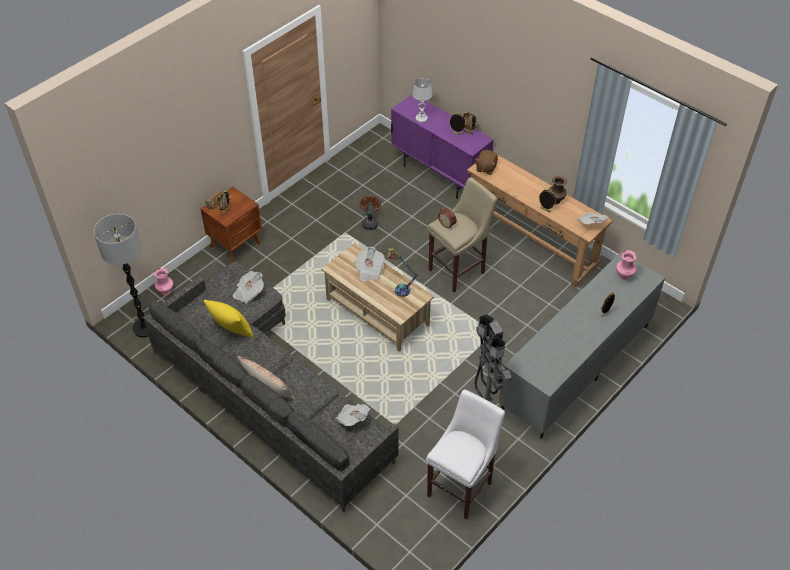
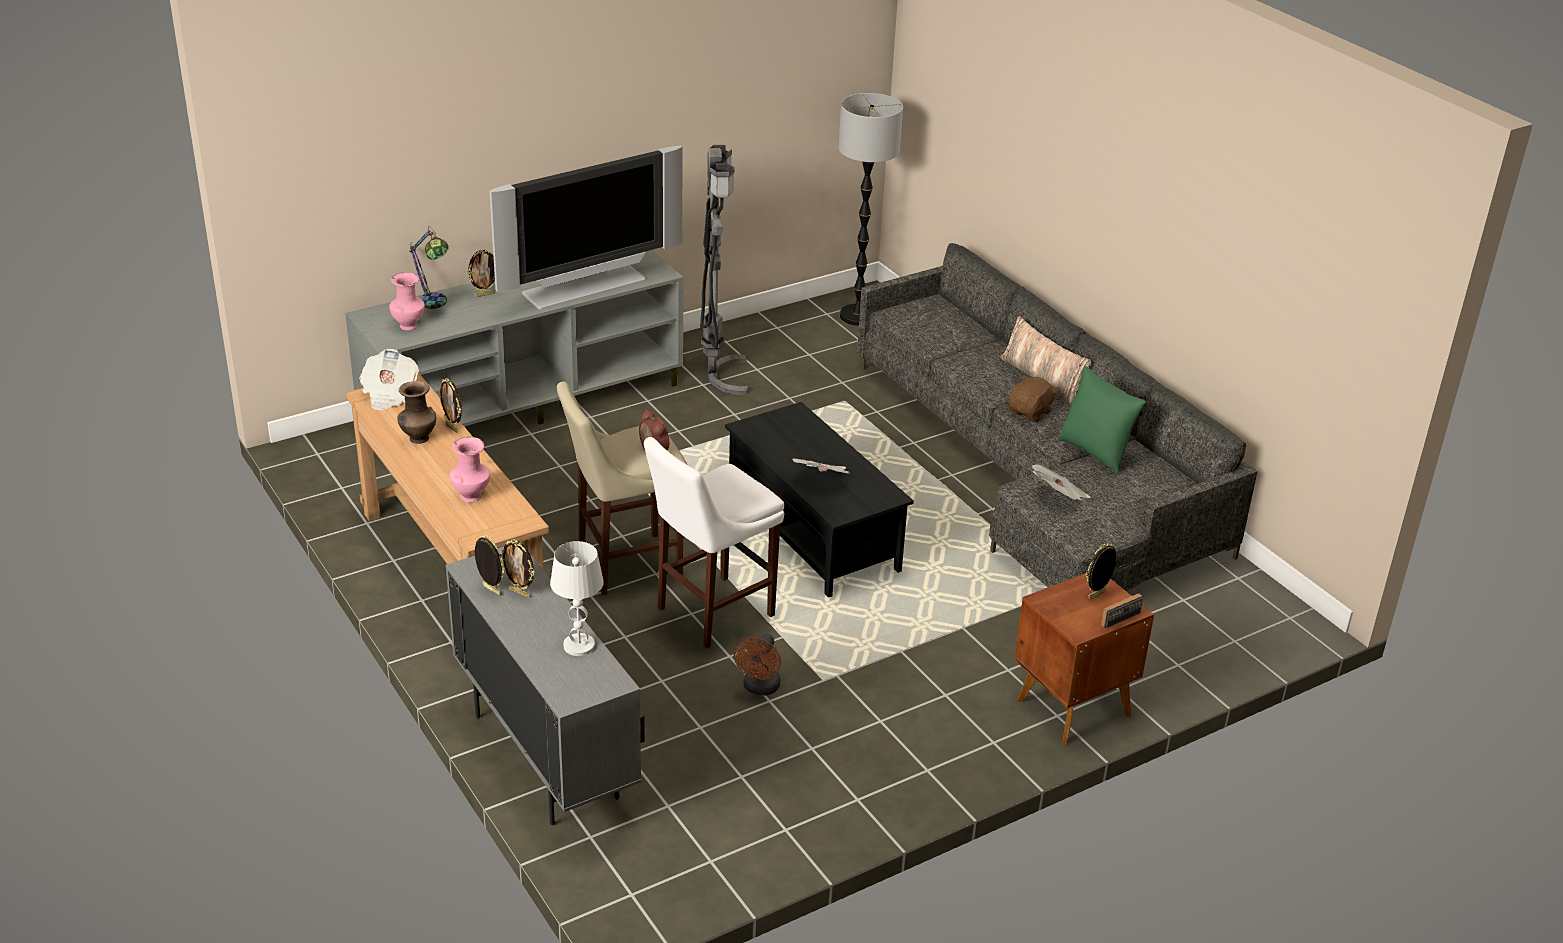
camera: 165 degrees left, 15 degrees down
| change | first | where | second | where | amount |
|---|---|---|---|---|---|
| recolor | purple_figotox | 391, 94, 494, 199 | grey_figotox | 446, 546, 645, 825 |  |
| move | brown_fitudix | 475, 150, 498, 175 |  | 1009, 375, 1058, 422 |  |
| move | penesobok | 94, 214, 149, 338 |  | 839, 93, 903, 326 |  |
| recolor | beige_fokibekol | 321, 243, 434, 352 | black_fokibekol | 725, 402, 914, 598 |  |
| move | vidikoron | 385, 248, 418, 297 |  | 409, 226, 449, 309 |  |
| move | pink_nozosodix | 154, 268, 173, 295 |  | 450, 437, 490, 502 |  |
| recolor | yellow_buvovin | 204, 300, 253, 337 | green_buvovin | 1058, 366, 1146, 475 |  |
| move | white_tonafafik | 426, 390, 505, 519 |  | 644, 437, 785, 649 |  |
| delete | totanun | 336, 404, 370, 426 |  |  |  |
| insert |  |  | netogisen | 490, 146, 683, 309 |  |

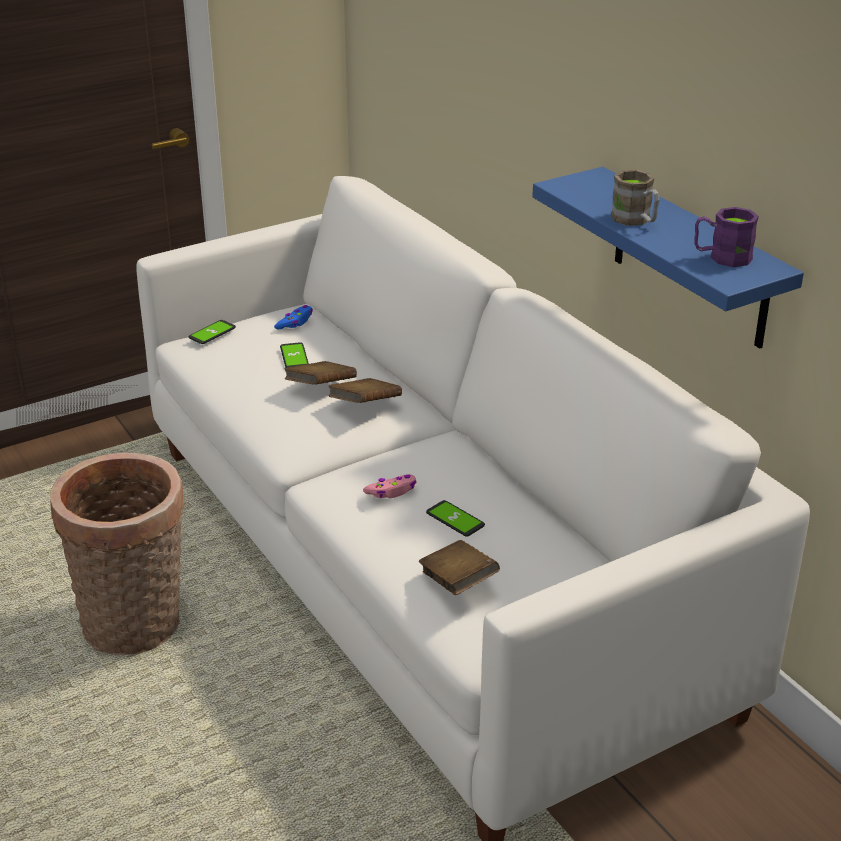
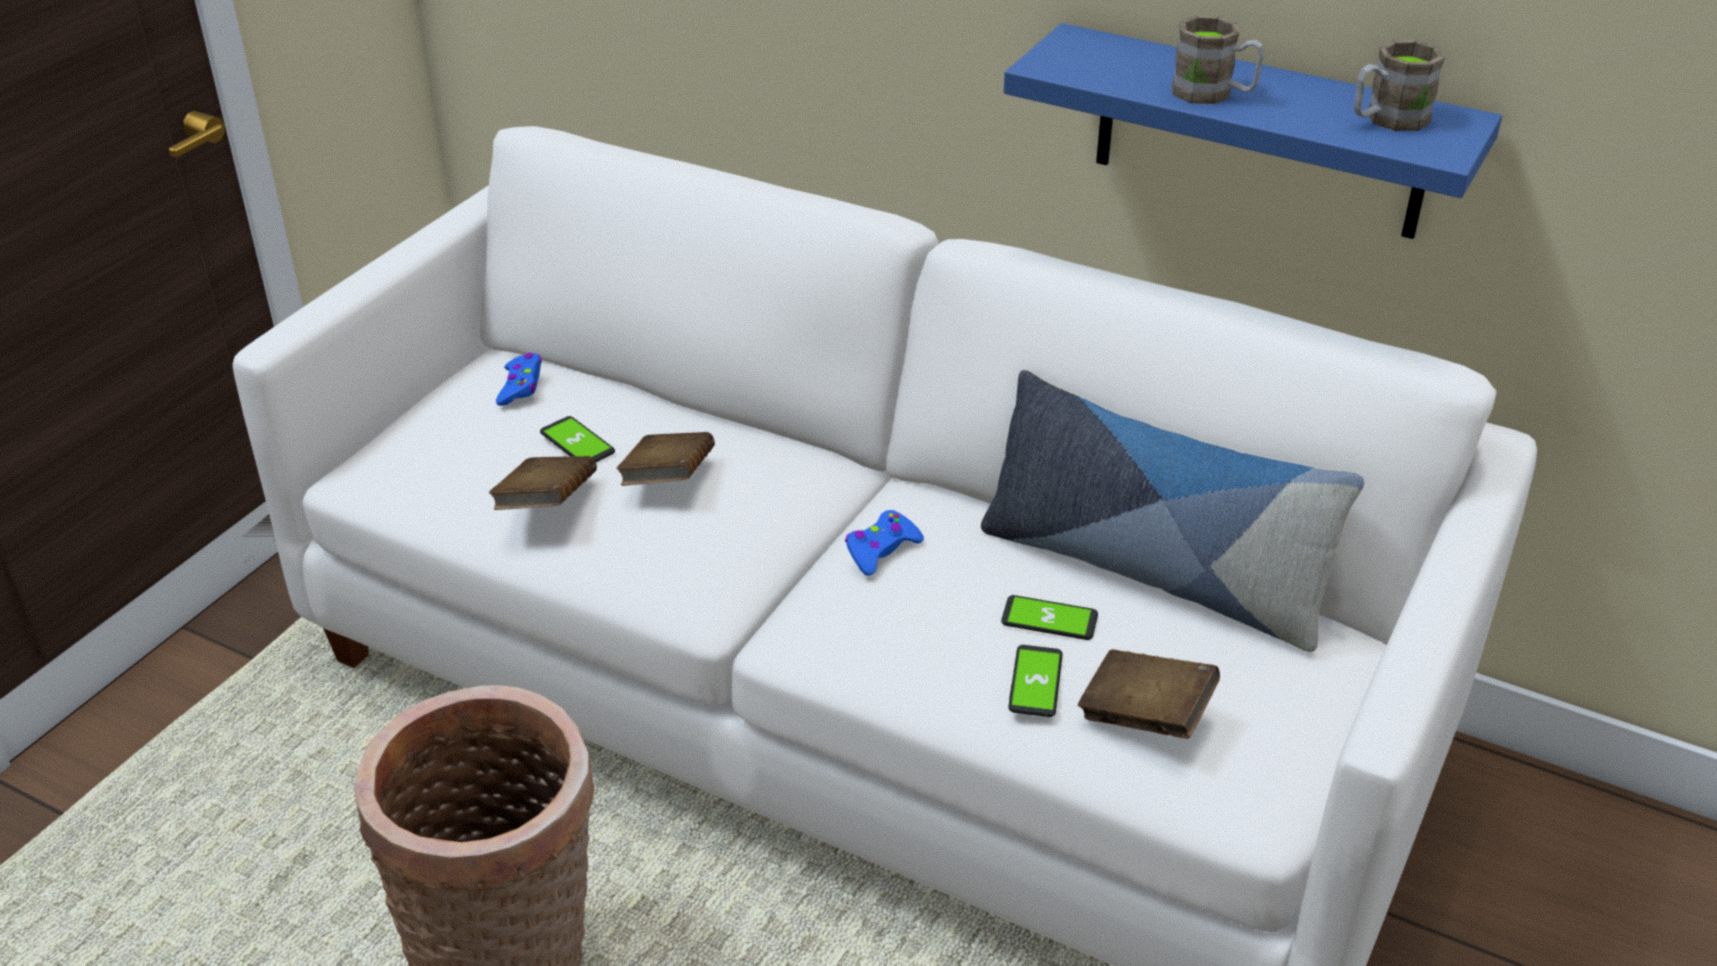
camera: 30 degrees left, 5 degrees up
| change | first | where | second | where | amount |
|---|---|---|---|---|---|
| recolor | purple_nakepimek | 694, 207, 759, 267 | brown_nakepimek | 1354, 40, 1445, 131 |  |
| move | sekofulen | 188, 320, 236, 344 |  | 1008, 645, 1063, 717 |  |
| move | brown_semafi | 328, 378, 402, 403 |  | 489, 456, 597, 510 |  |
| delete | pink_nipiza | 363, 474, 416, 498 |  |  |  |
| insert |  |  | buvovin | 981, 370, 1364, 652 |  |
| insert |  |  | blue_nipiza | 845, 510, 924, 576 |  |

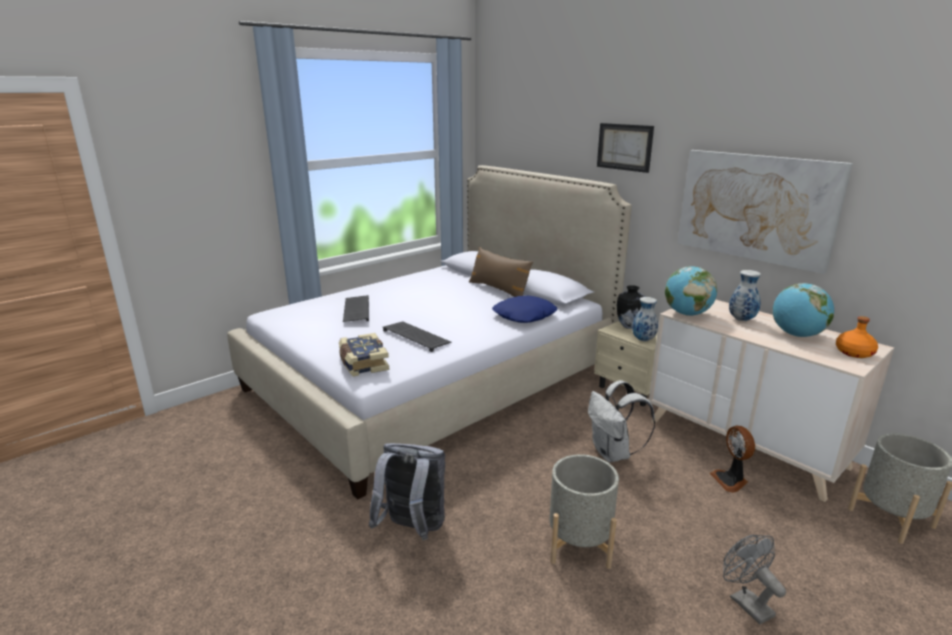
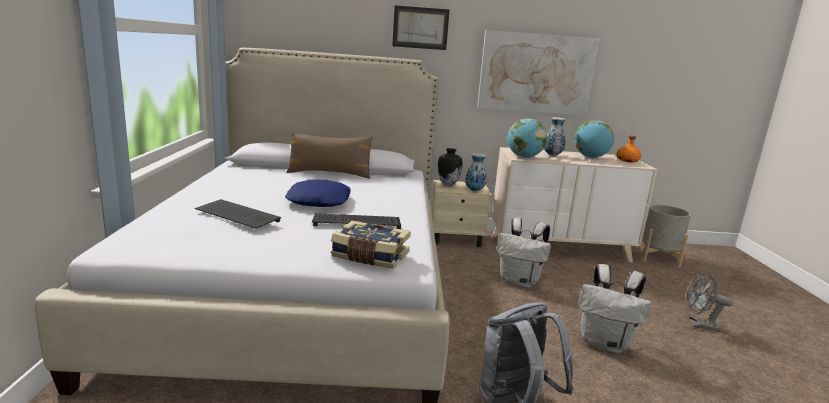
camera: 50 degrees left, 5 degrees down
| change | first | where | second | where | amount |
|---|---|---|---|---|---|
| move | blue_buvovin | 492, 296, 557, 323 |  | 285, 180, 351, 207 |  |
| delete | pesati | 710, 426, 755, 493 |  |  |  |
| replace | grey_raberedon | 549, 454, 619, 569 | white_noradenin | 579, 264, 651, 353 |  |

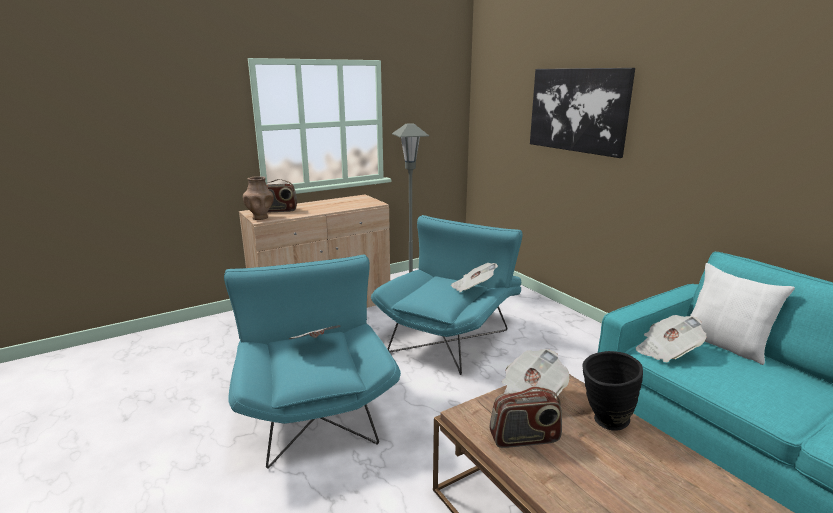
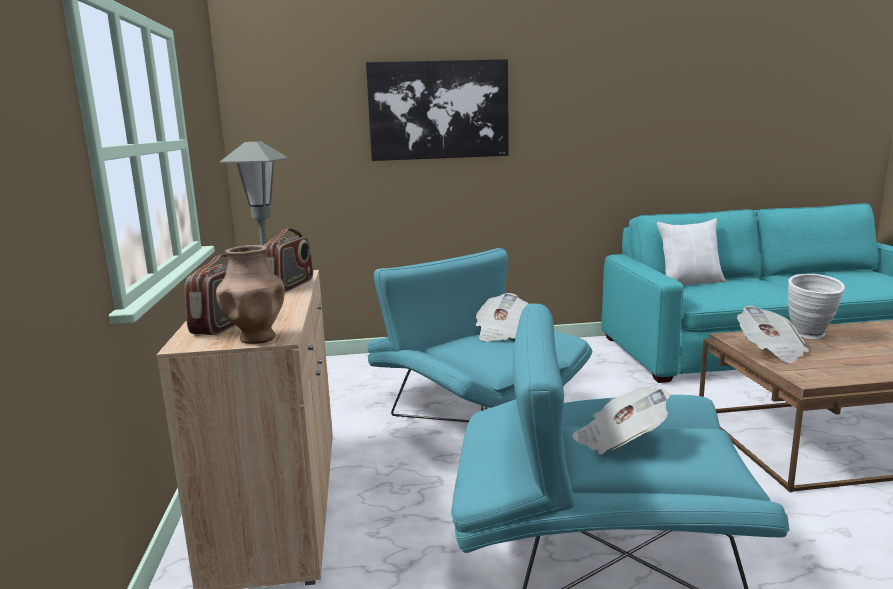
camera: 65 degrees left, 5 degrees down
| change | first | where | second | where | amount |
|---|---|---|---|---|---|
| delete | totanun | 636, 315, 706, 362 |  |  |  |
| recolor | black_nozosodix | 582, 351, 643, 431 | white_nozosodix | 788, 274, 845, 339 |  |
| move | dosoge | 490, 387, 562, 448 |  | 263, 228, 313, 292 |  |

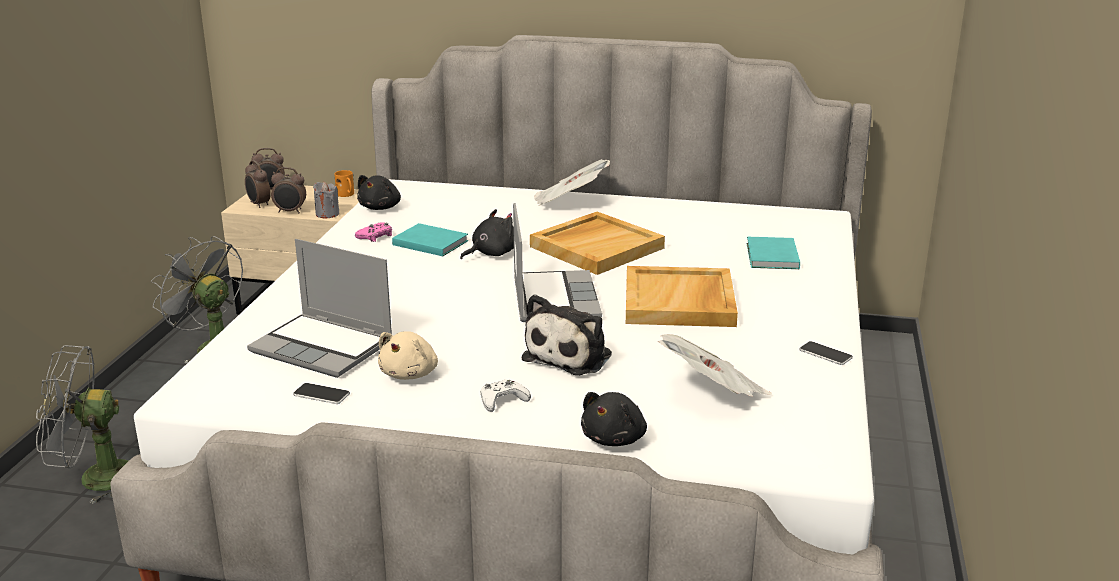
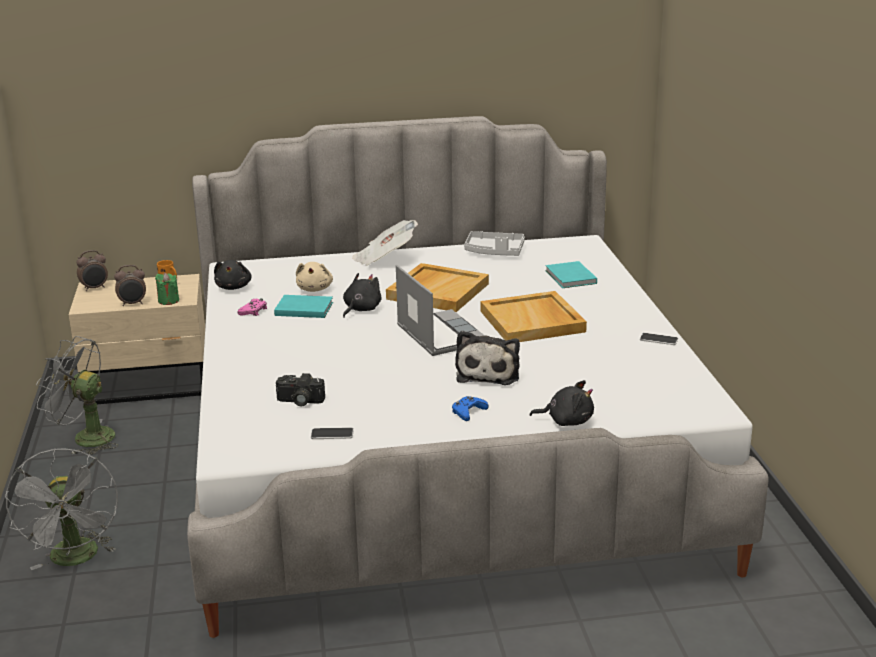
camera: 20 degrees left, 0 degrees up
| change | first | where | second | where | amount |
|---|---|---|---|---|---|
| delete | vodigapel | 245, 160, 271, 208 |  |  |  |
| recolor | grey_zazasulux | 313, 182, 339, 219 | green_zazasulux | 155, 273, 179, 305 |  |
| replace | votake | 247, 239, 392, 378 | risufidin | 276, 373, 325, 406 |  |
| move | beige_fitudix | 378, 331, 438, 380 |  | 296, 262, 333, 292 |  |
| delete | totanun | 658, 334, 772, 397 |  |  |  |
| rotate | grey_pesati | 36, 345, 128, 504 |  | 5, 448, 118, 570 | 75 degrees counterclockwise |
| recolor | white_nipiza | 481, 380, 531, 412 | blue_nipiza | 452, 396, 489, 421 |  |
| rotate | black_fitudix | 581, 392, 647, 446 |  | 530, 380, 594, 426 | 90 degrees counterclockwise |
| insert |  |  | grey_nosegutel | 464, 231, 525, 256 |  |

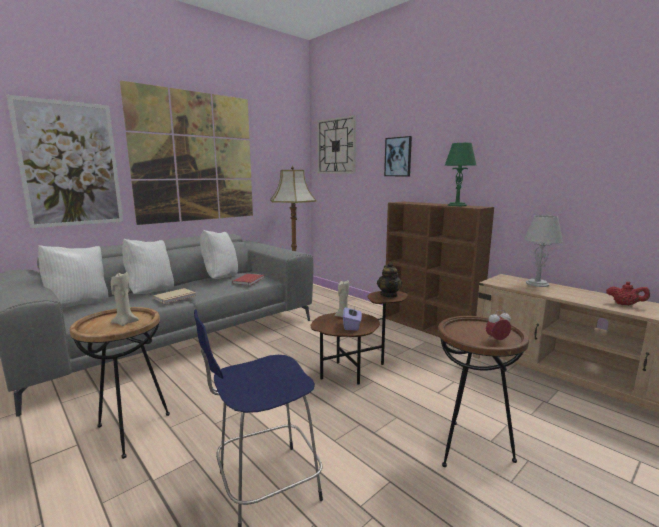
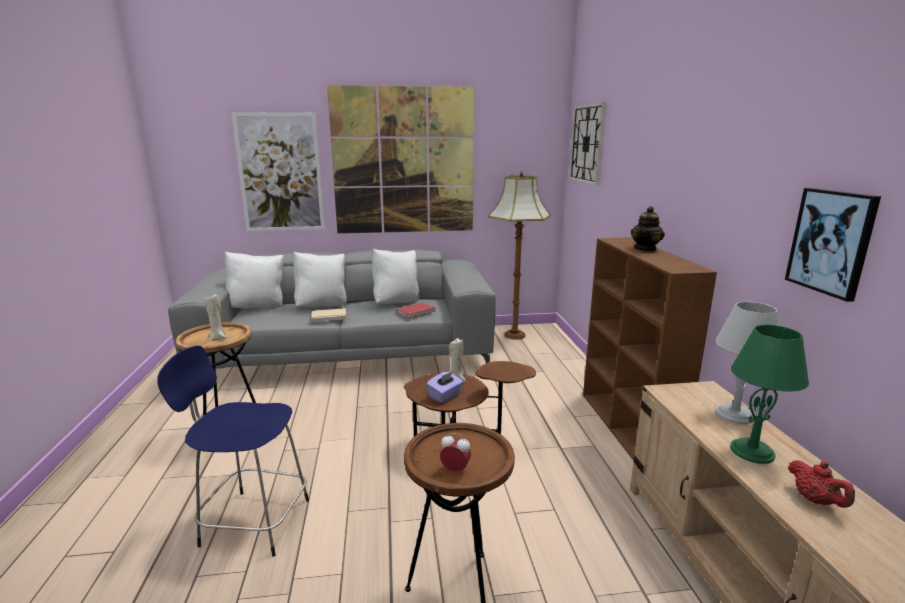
camera: 35 degrees right, 5 degrees up
| change | first | where | second | where | amount |
|---|---|---|---|---|---|
| move | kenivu | 384, 136, 412, 176 |  | 785, 188, 881, 302 |  |
| move | green_vidikoron | 445, 143, 476, 206 |  | 730, 325, 809, 464 |  |
| move | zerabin | 377, 262, 402, 298 |  | 631, 206, 665, 252 |  |

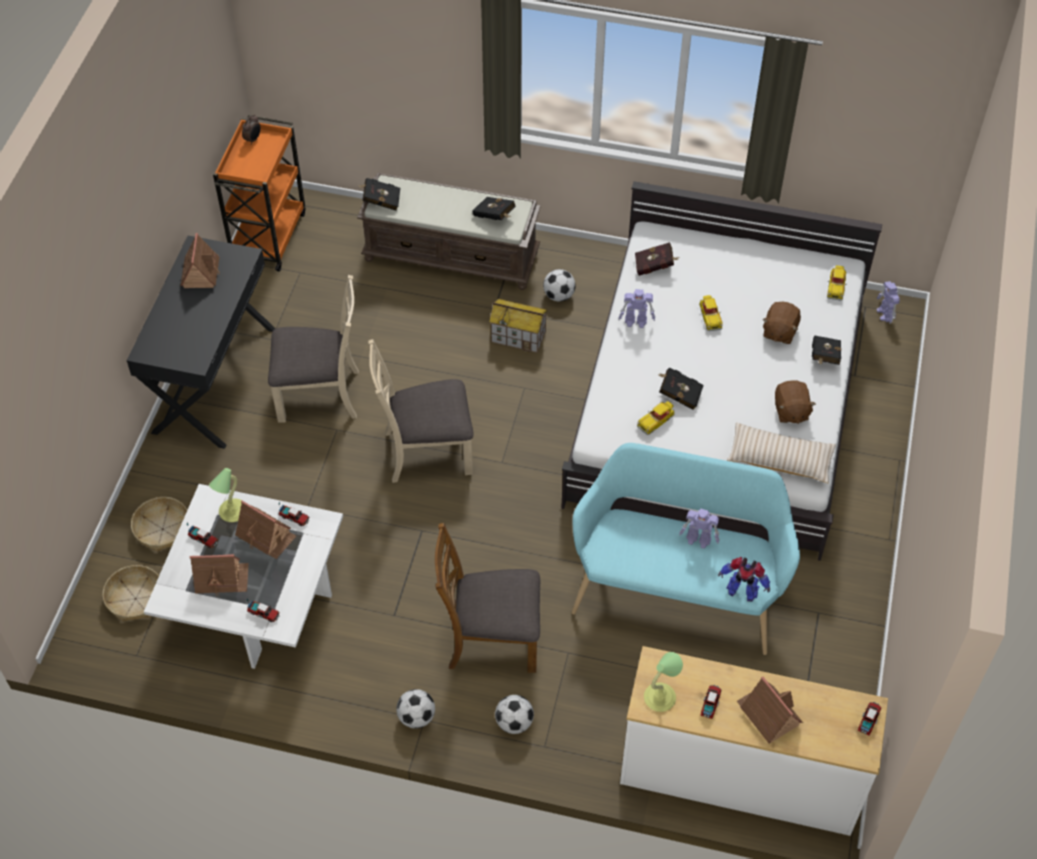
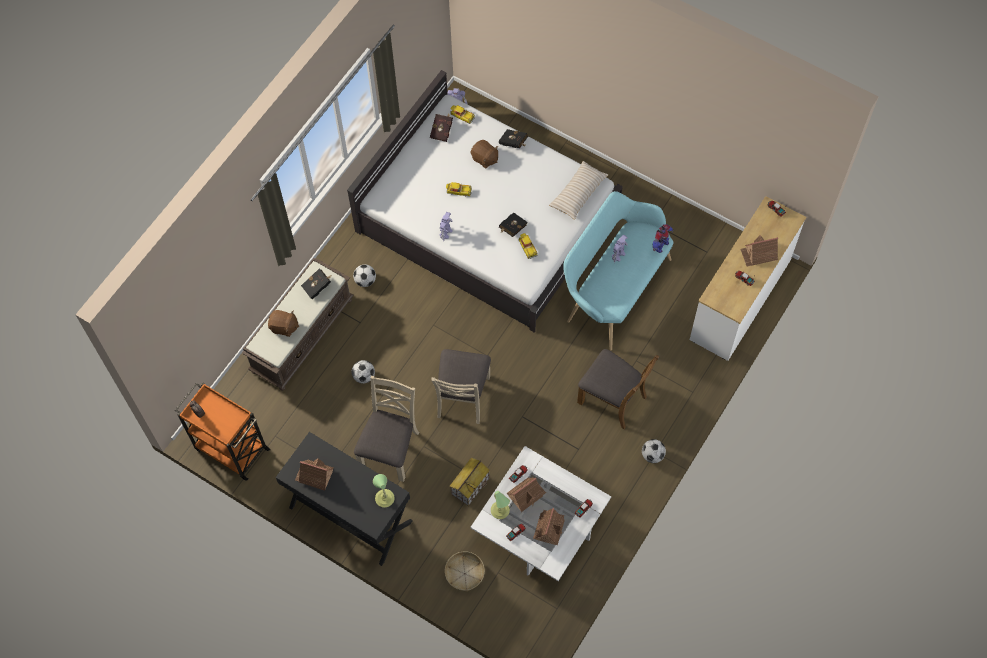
camera: 70 degrees left, 10 degrees up
| change | first | where | second | where | amount |
|---|---|---|---|---|---|
| delete | black_semafi | 359, 178, 400, 211 |  |  |  |
| move | red_semafi | 635, 242, 680, 276 |  | 430, 114, 453, 142 |  |
| move | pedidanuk | 489, 299, 547, 353 |  | 449, 458, 490, 506 |  |
| move | brown_fitudix | 775, 380, 816, 424 |  | 268, 310, 299, 337 |  |
| rotate | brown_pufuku | 435, 523, 540, 673 |  | 577, 349, 659, 429 | 75 degrees counterclockwise |
| delete | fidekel | 103, 565, 159, 621 |  |  |  |
| move | vidikoron | 644, 652, 683, 712 |  | 373, 474, 395, 508 |  |
| move | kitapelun | 495, 695, 534, 734 |  | 352, 360, 375, 384 |  |

